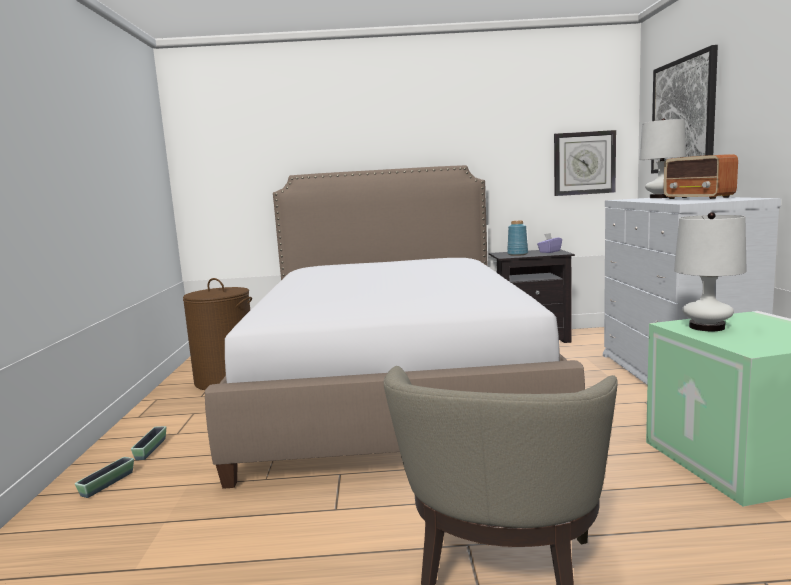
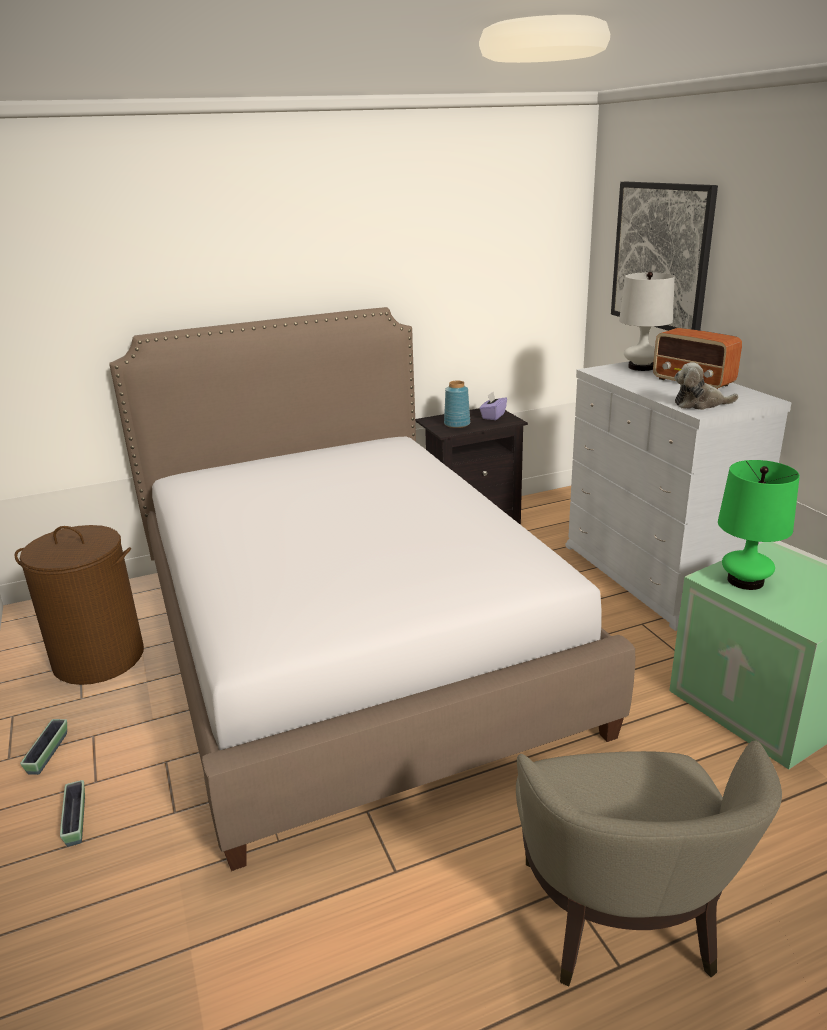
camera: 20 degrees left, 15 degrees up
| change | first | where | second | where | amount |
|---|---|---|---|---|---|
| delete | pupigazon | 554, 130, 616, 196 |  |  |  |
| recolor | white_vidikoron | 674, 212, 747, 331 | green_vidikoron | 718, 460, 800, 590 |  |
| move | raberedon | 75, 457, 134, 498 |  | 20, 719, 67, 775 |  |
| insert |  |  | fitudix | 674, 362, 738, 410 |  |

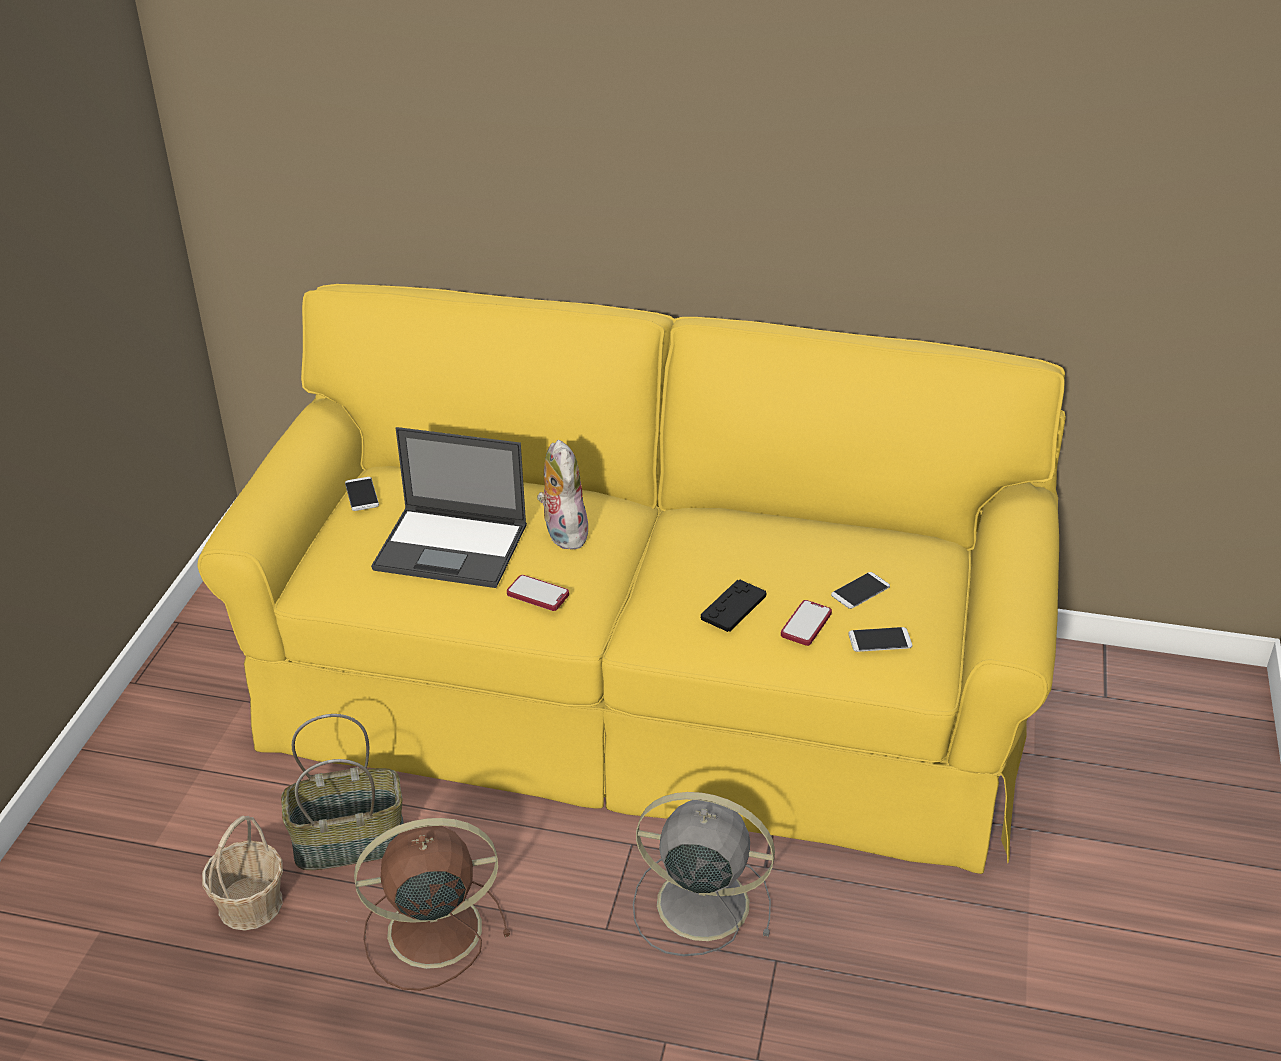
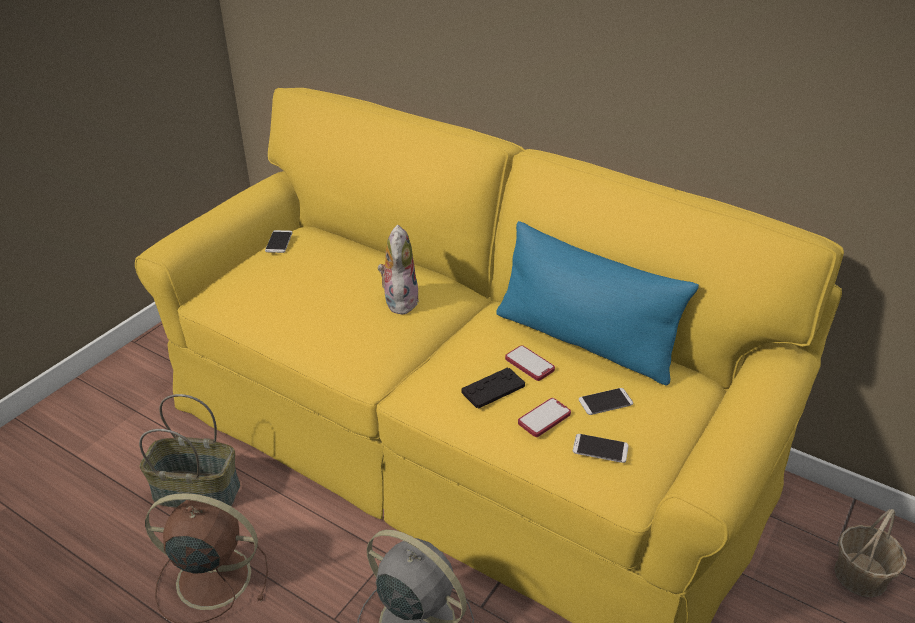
camera: 20 degrees right, 0 degrees up
| change | first | where | second | where | amount |
|---|---|---|---|---|---|
| delete | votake | 371, 427, 527, 588 |  |  |  |
| move | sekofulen | 507, 575, 569, 611 |  | 505, 345, 555, 381 |  |
| move | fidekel | 202, 816, 283, 931 |  | 834, 509, 907, 597 |  |
| insert |  |  | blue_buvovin | 497, 221, 699, 386 |  |

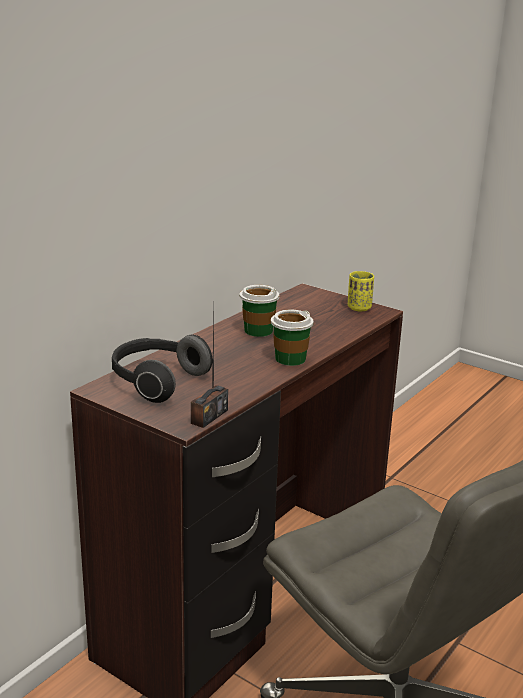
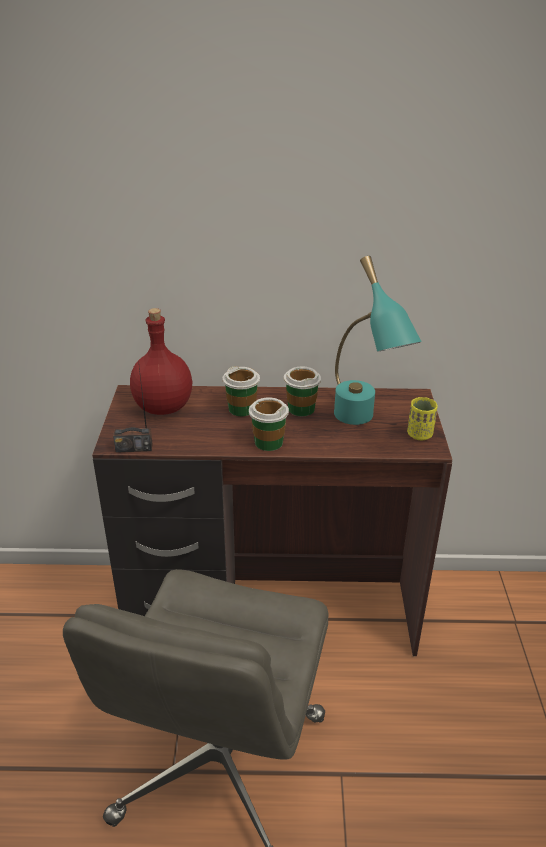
camera: 55 degrees right, 10 degrees up
| change | first | where | second | where | amount |
|---|---|---|---|---|---|
| replace | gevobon | 112, 335, 213, 403 | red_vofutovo | 130, 308, 192, 415 |  |
| insert |  |  | turquoise_vidikoron | 334, 256, 422, 425 |  |
| insert |  |  | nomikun | 223, 366, 260, 416 |  |

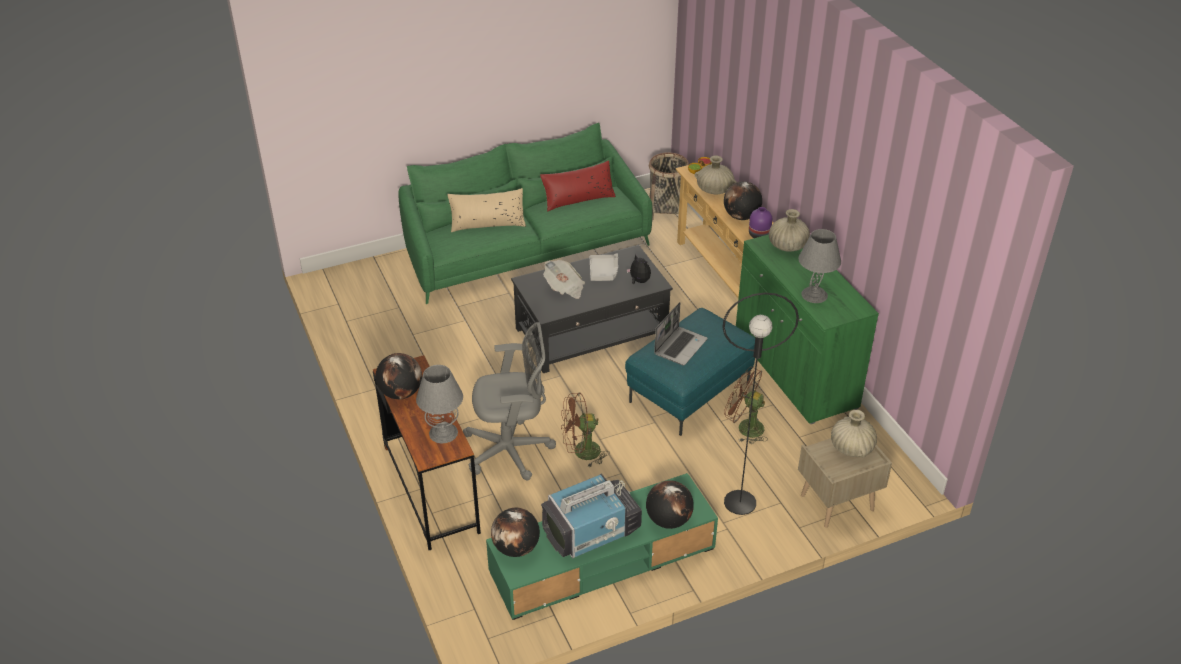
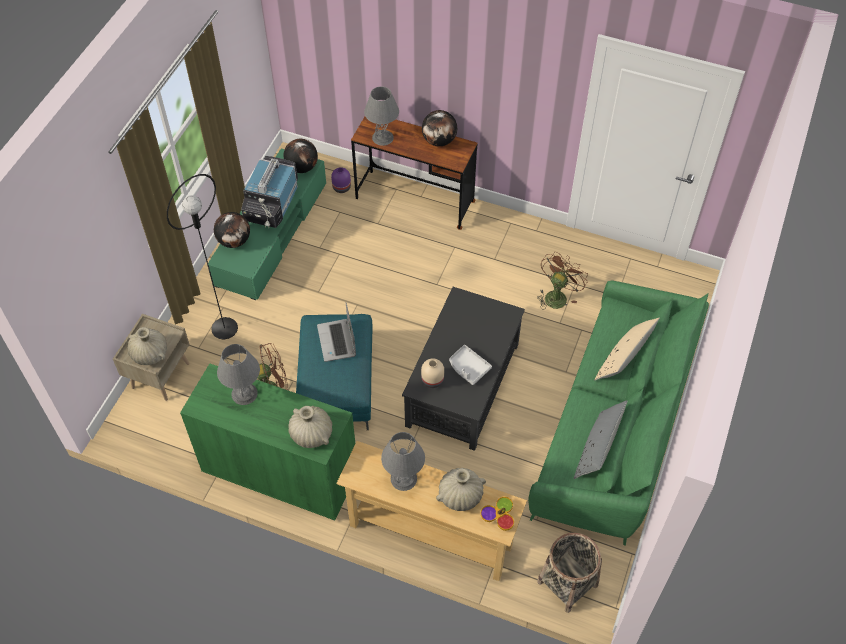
camera: 135 degrees right, 15 degrees up
| change | first | where | second | where | amount |
|---|---|---|---|---|---|
| recolor | red_buvovin | 540, 161, 616, 212 | grey_buvovin | 574, 400, 628, 479 |  |
| replace | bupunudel | 724, 181, 762, 220 | grey_vidikoron | 381, 432, 425, 491 |  |
| move | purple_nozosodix | 749, 207, 772, 238 |  | 331, 167, 351, 193 |  |
| replace | fitudix | 626, 254, 651, 284 | beige_nozosodix | 421, 358, 444, 388 |  |
| delete | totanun | 543, 260, 585, 299 |  |  |  |
| delete | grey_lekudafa | 463, 322, 556, 481 |  |  |  |
| move | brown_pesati | 561, 393, 610, 468 |  | 538, 252, 588, 310 |  |

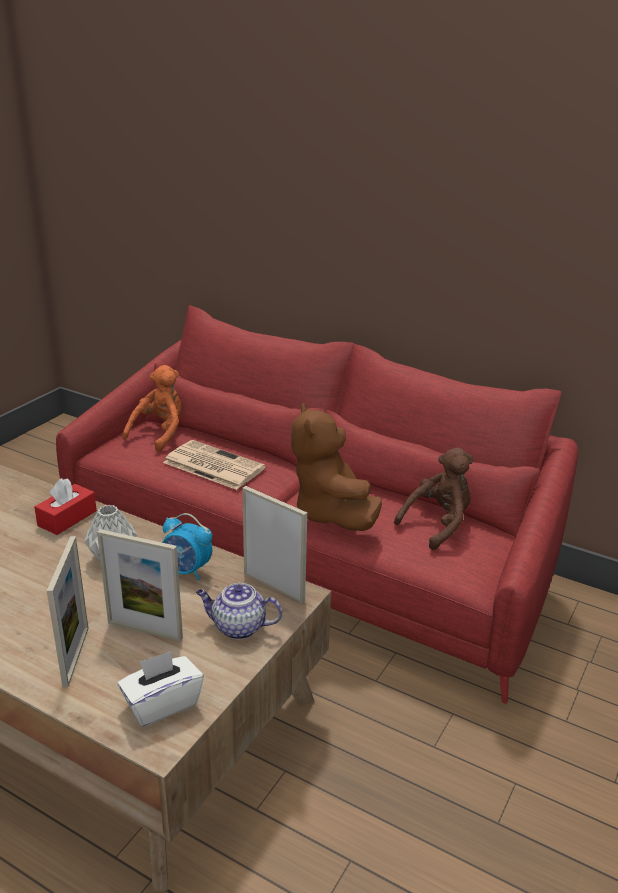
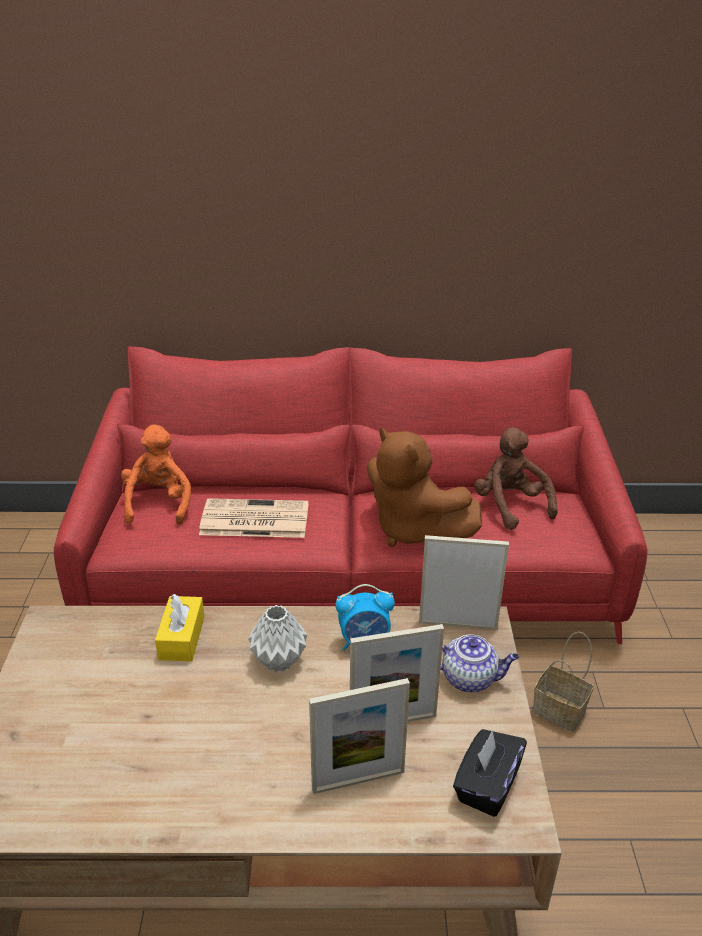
camera: 30 degrees left, 5 degrees up
| change | first | where | second | where | amount |
|---|---|---|---|---|---|
| rotate | brown_fitudix | 394, 447, 474, 550 |  | 474, 427, 558, 530 | 45 degrees counterclockwise |
| recolor | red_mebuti | 34, 478, 97, 535 | yellow_mebuti | 155, 594, 205, 662 |  |
| rotate | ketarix | 47, 536, 88, 687 |  | 309, 678, 410, 794 | 105 degrees clockwise |
| rotate | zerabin | 196, 583, 282, 639 |  | 440, 634, 519, 693 | 150 degrees counterclockwise |
| recolor | white_mebuti | 118, 651, 204, 727 | black_mebuti | 453, 729, 527, 817 |  |
| insert |  |  | fidekel | 533, 632, 594, 732 |  |

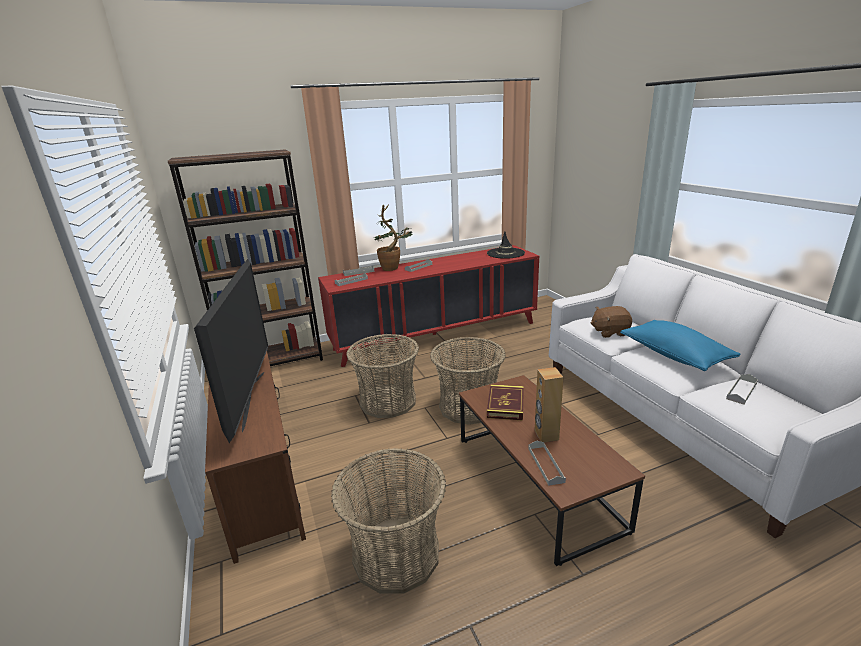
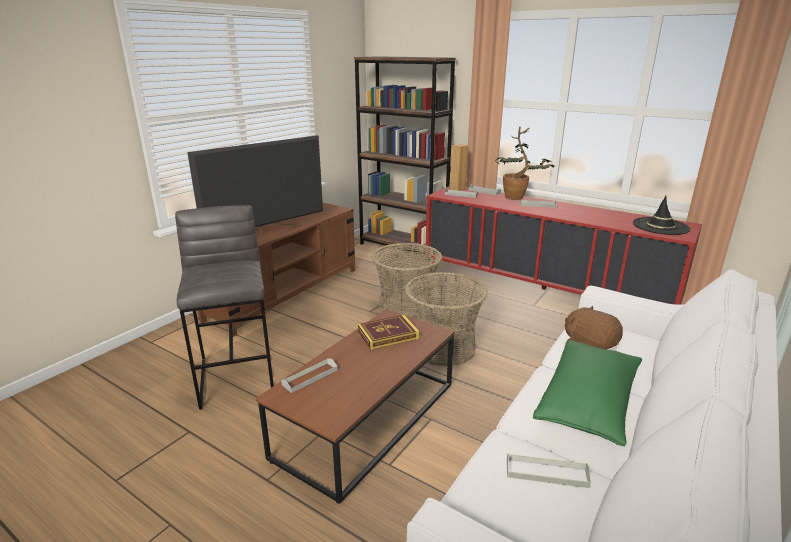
camera: 55 degrees right, 0 degrees up
| change | first | where | second | where | amount |
|---|---|---|---|---|---|
| recolor | blue_buvovin | 620, 320, 741, 371 | green_buvovin | 533, 340, 642, 446 |  |
| move | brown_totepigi | 535, 367, 564, 442 |  | 450, 144, 469, 191 |  |
| replace | fidekel | 331, 448, 446, 594 | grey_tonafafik | 175, 205, 274, 410 |  |

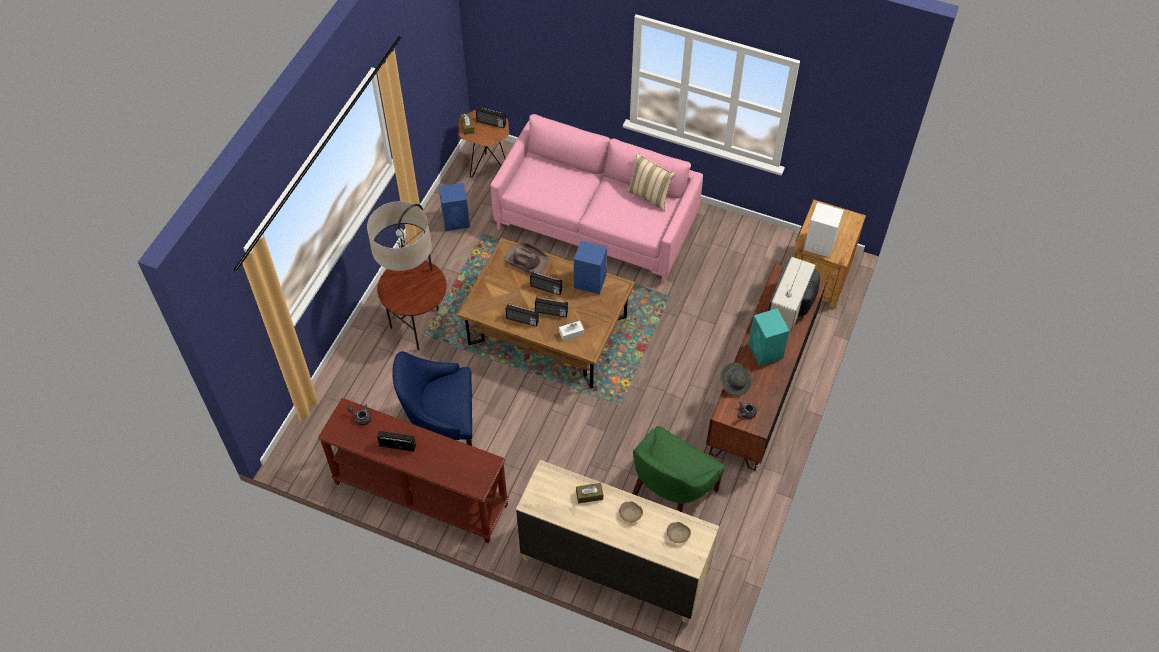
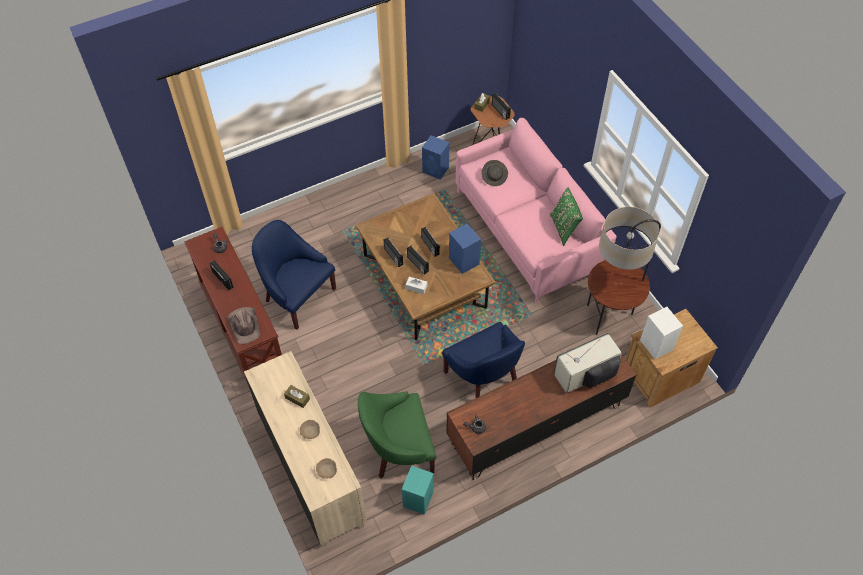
camera: 40 degrees right, 0 degrees up
| change | first | where | second | where | amount |
|---|---|---|---|---|---|
| recolor | beige_buvovin | 626, 153, 676, 212 | green_buvovin | 550, 187, 583, 246 |  |
| move | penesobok | 367, 201, 447, 351 |  | 587, 207, 661, 335 |  |
| move | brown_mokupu | 504, 243, 549, 274 |  | 228, 307, 260, 344 |  |
| move | turquoise_totepigi | 748, 308, 789, 366 |  | 402, 466, 434, 515 |  |
| move | grey_mokupu | 721, 363, 751, 396 |  | 481, 160, 508, 186 |  |
| insert |  |  | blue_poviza | 442, 322, 525, 398 |  |

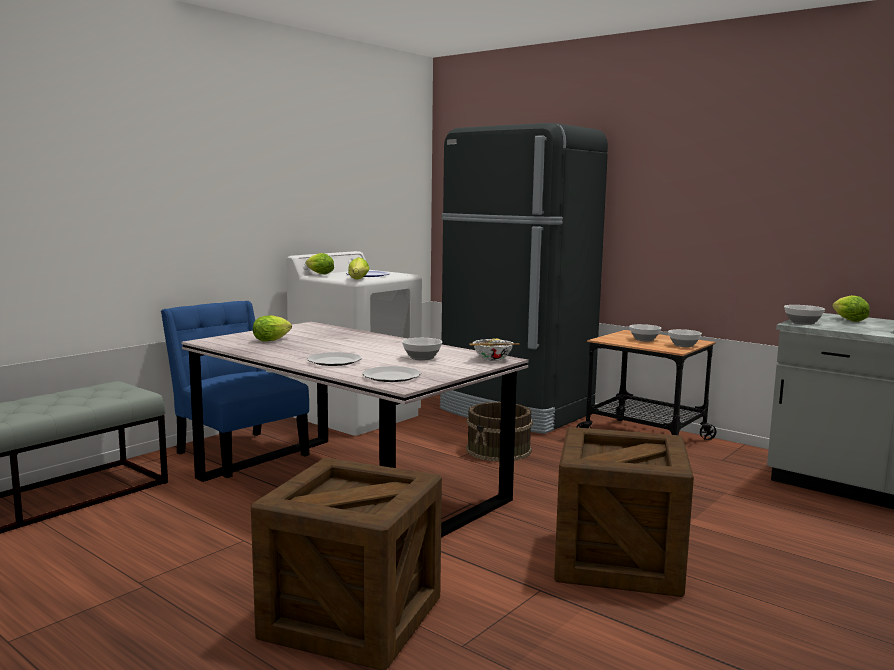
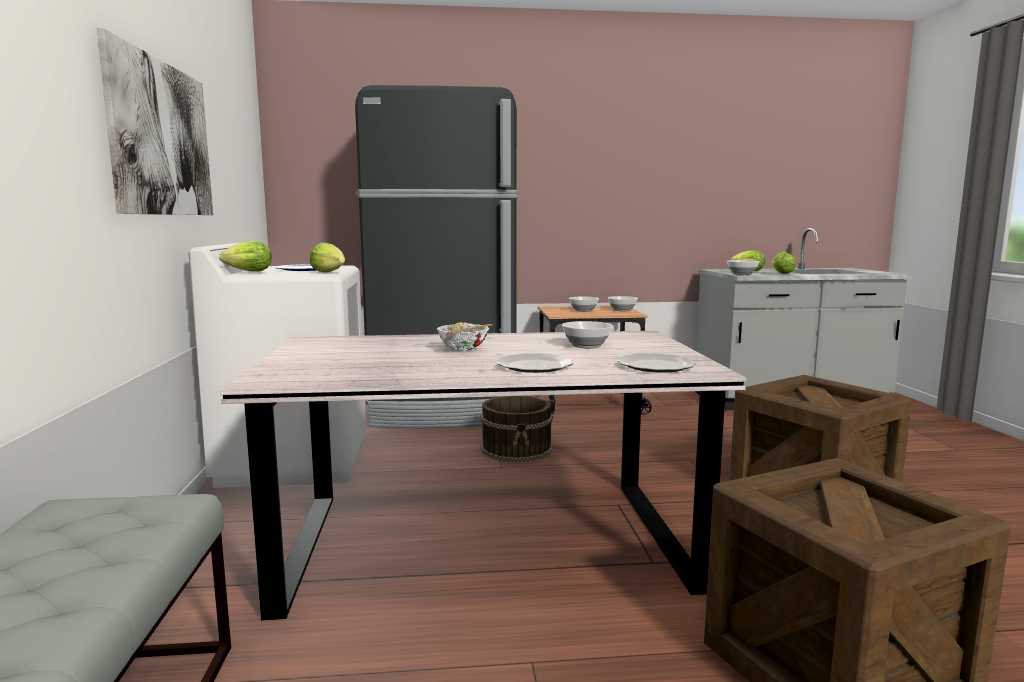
camera: 45 degrees left, 0 degrees up
| change | first | where | second | where | amount |
|---|---|---|---|---|---|
| delete | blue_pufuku | 161, 301, 309, 478 |  |  |  |
| move | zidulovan | 253, 315, 292, 342 |  | 772, 252, 795, 274 |  |
| move | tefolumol | 469, 338, 520, 361 |  | 437, 321, 493, 351 |  |
| insert |  |  | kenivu | 97, 28, 213, 215 |  |

